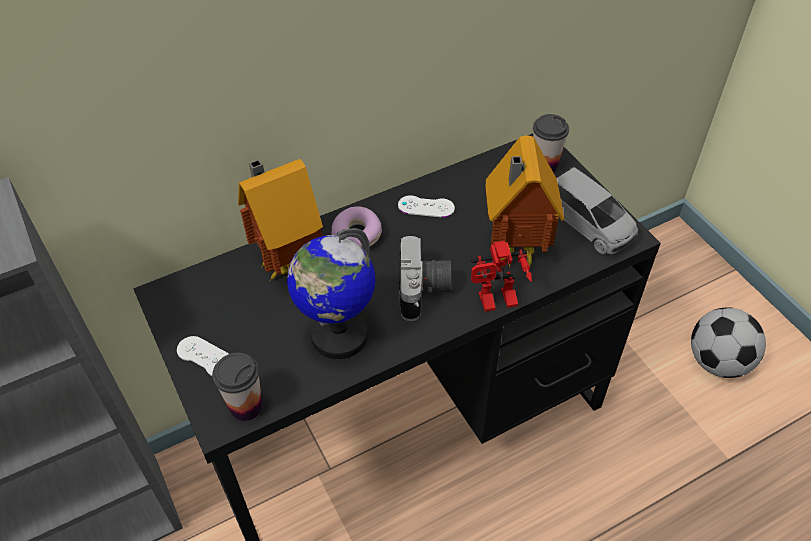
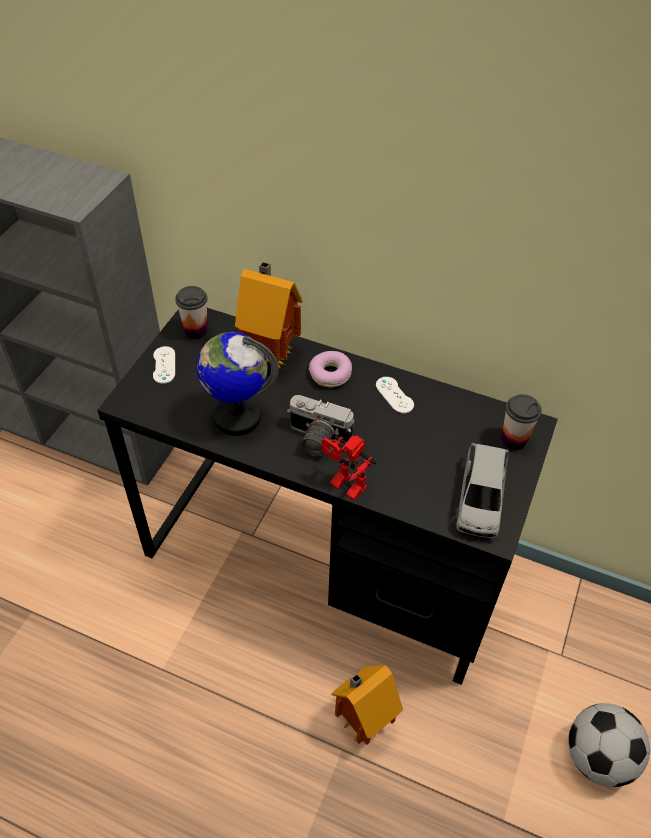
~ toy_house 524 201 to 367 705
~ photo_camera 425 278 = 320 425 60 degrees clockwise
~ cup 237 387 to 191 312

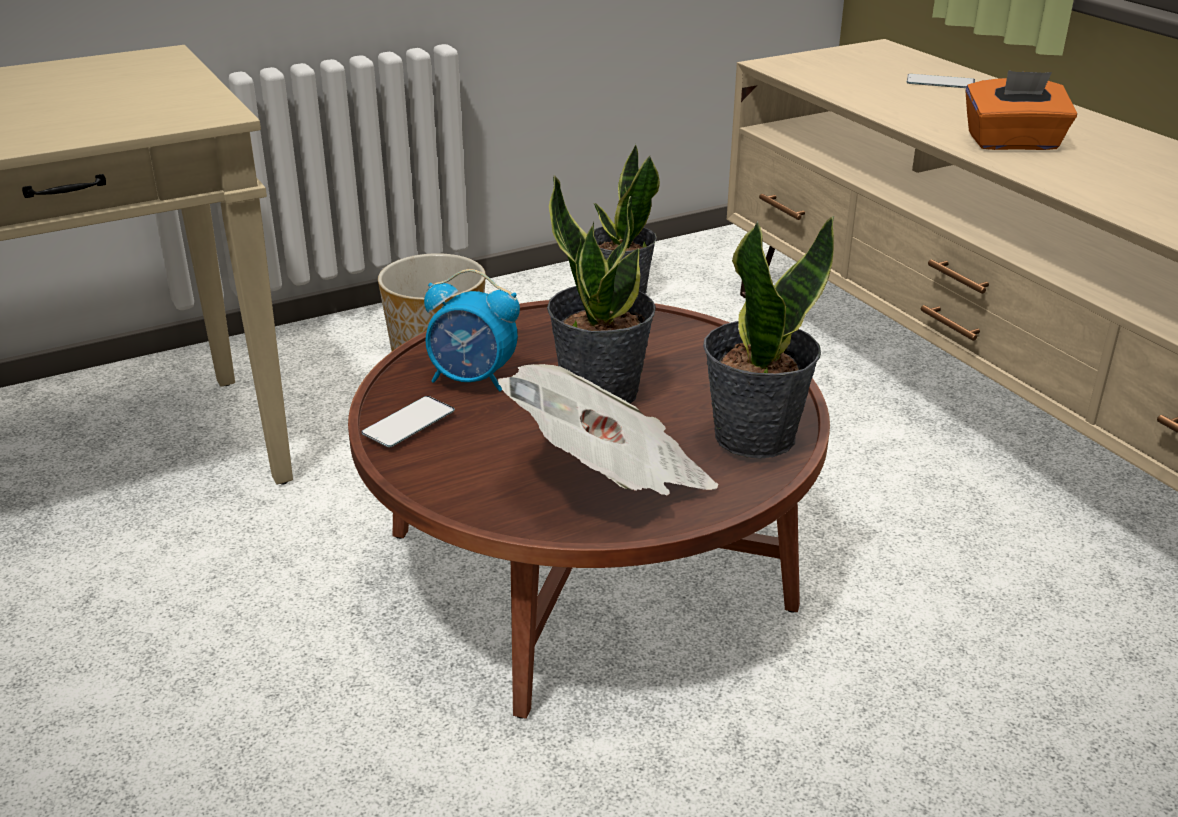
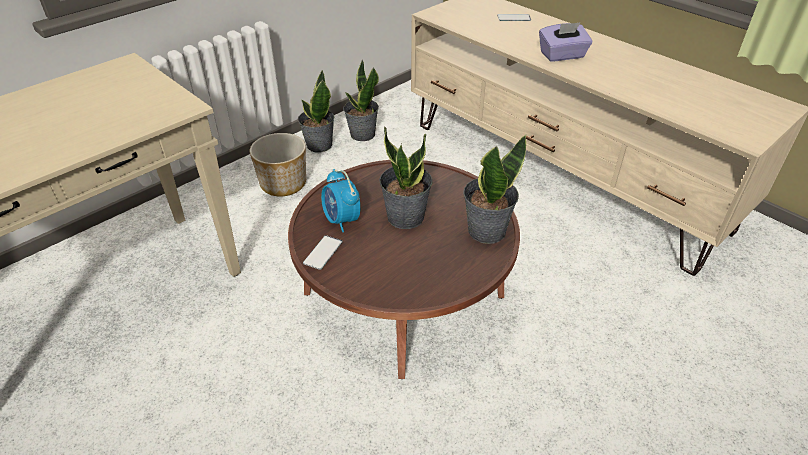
~ orange_tissue_box 1021 110 to purple_tissue_box 565 42
~ alarm_clock 472 330 = 341 200 60 degrees clockwise
- newspaper 608 429
+ potted_plant 316 111

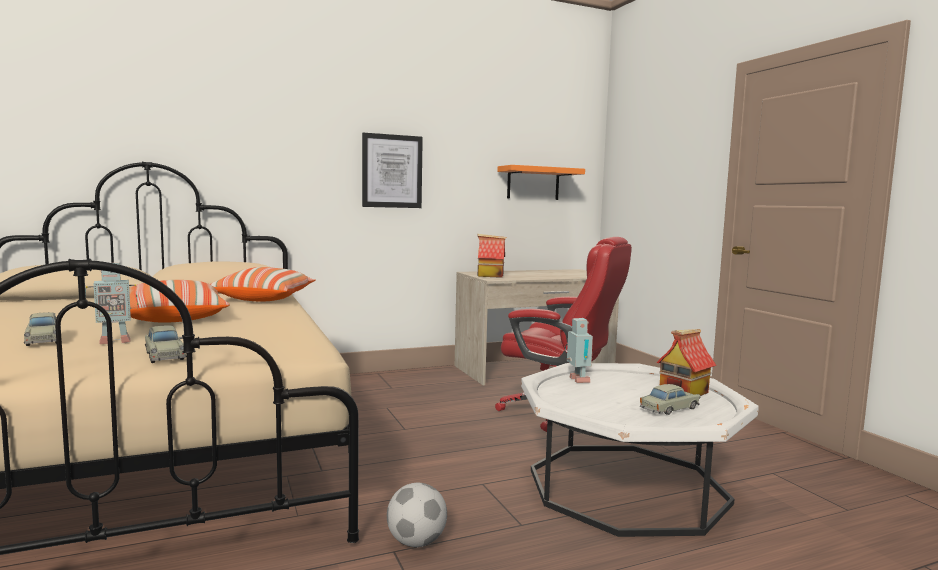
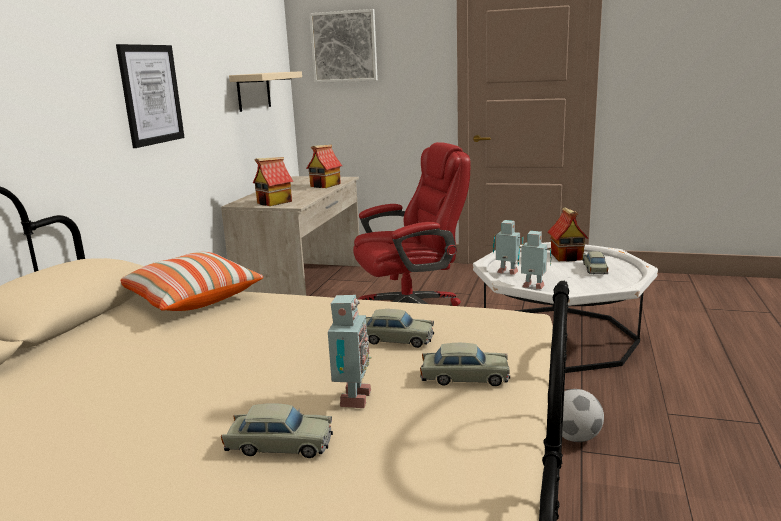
~ orange_shelf 541 182 to beige_shelf 265 91
- pillow 179 301
+ picture 343 46
+ toy_house 324 166
+ toy_robot 535 260
+ beige_toy_car 400 328

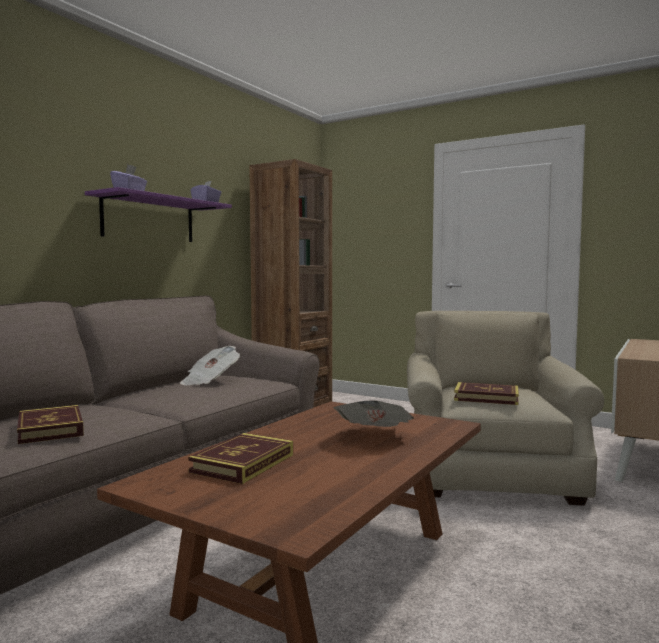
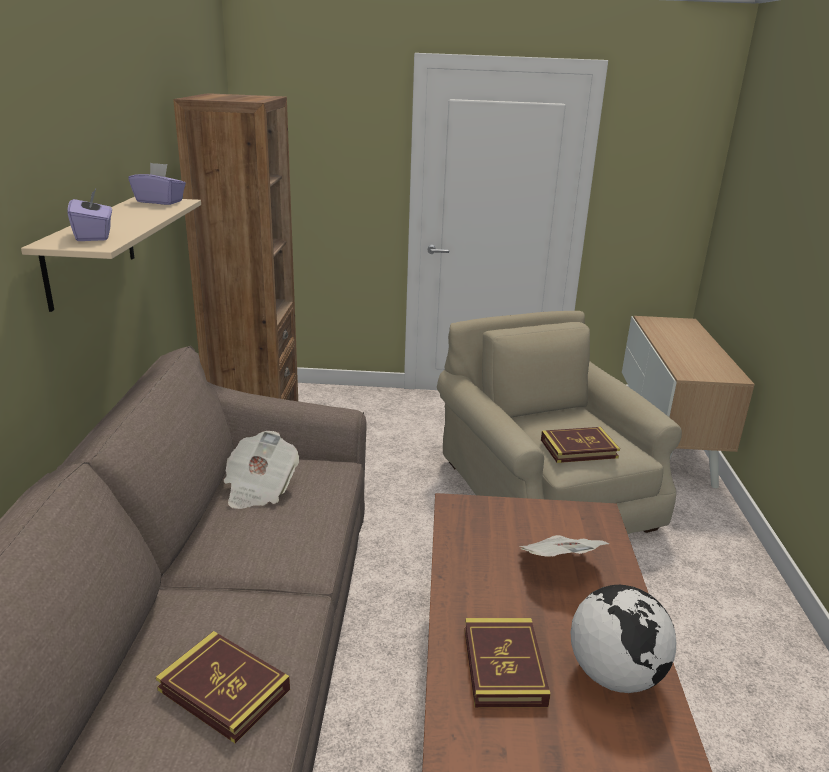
~ purple_shelf 158 214 to beige_shelf 111 254
+ globe 623 639

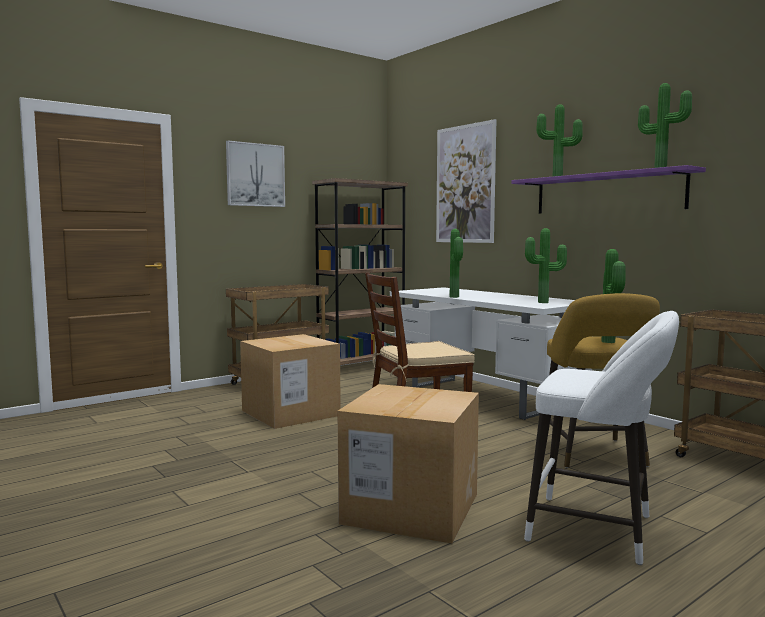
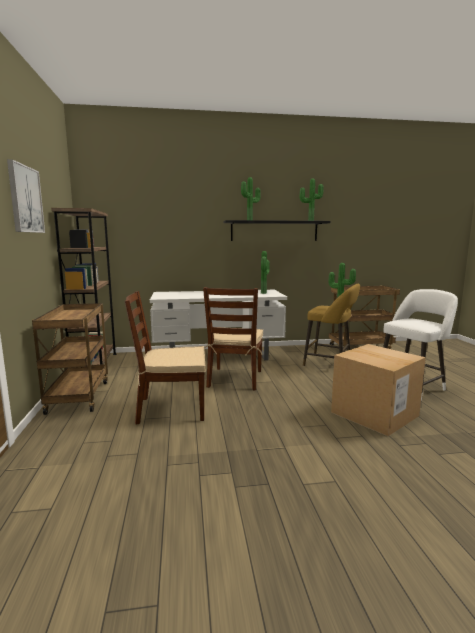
- picture 466 181
~ purple_shelf 608 189 to black_shelf 277 230
- potted_plant 456 263
~ cardboard_box 290 381 to brown_chair 165 358

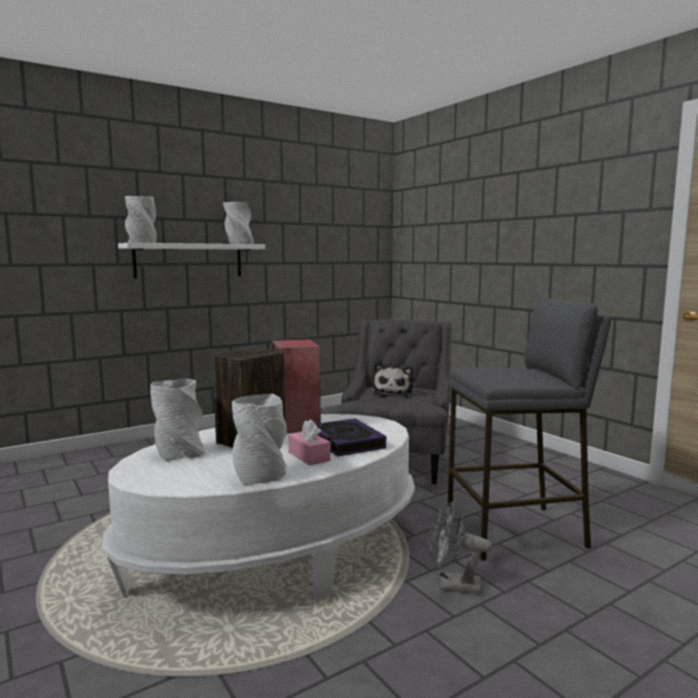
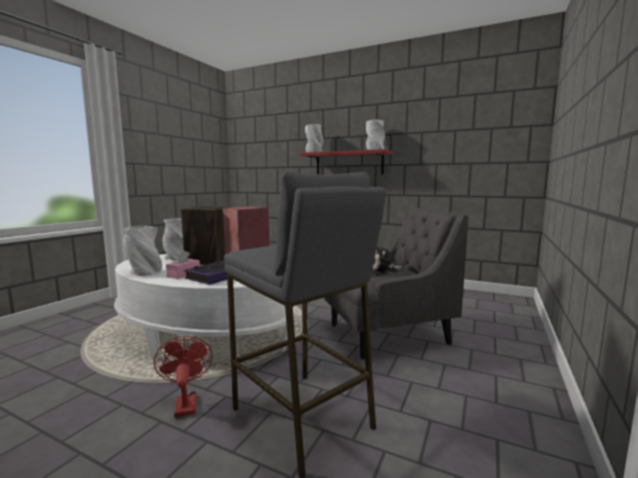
~ white_shelf 191 261 to red_shelf 346 161
~ grey_fan 460 547 to red_fan 183 377

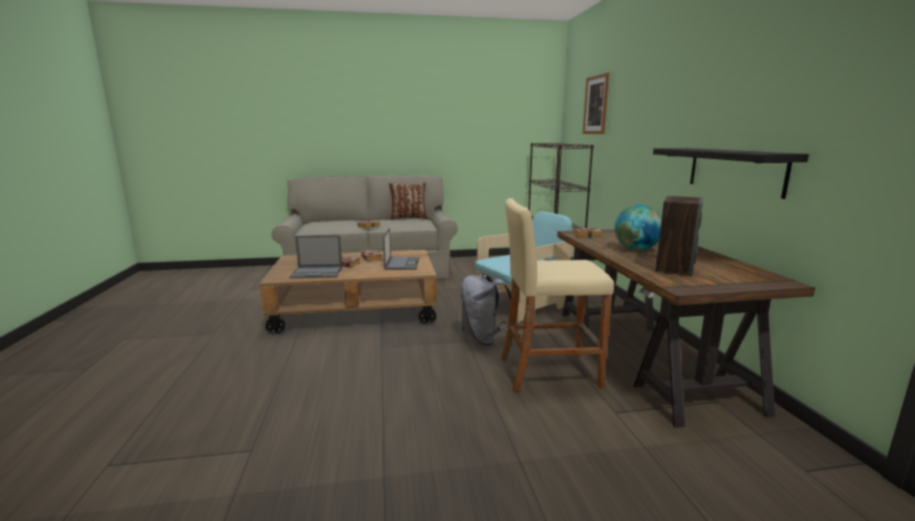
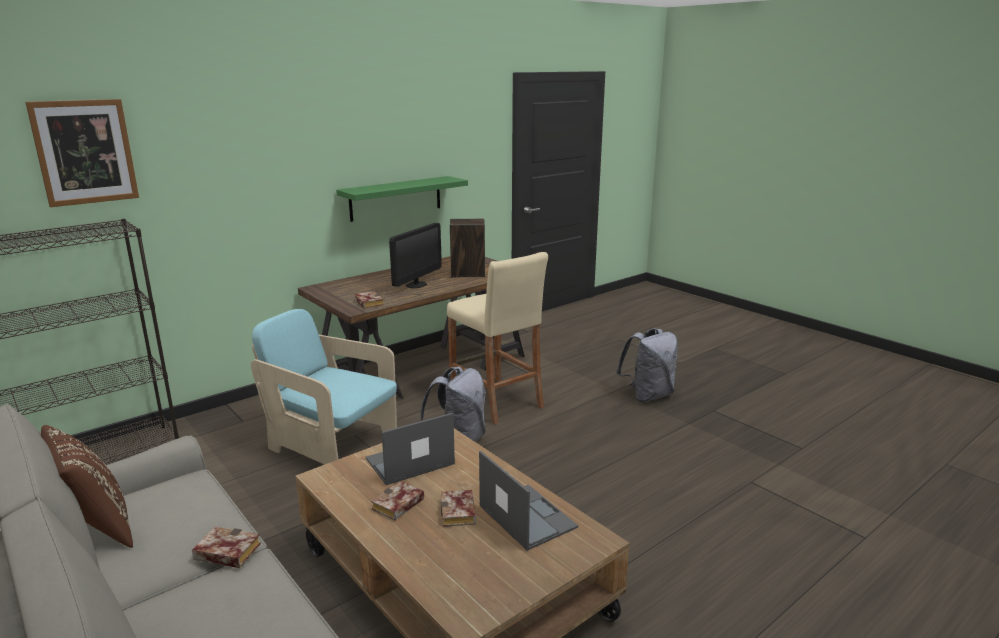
~ black_shelf 731 173 to green_shelf 402 199
~ globe 638 228 to monitor 415 255
+ grey_backpack 647 365

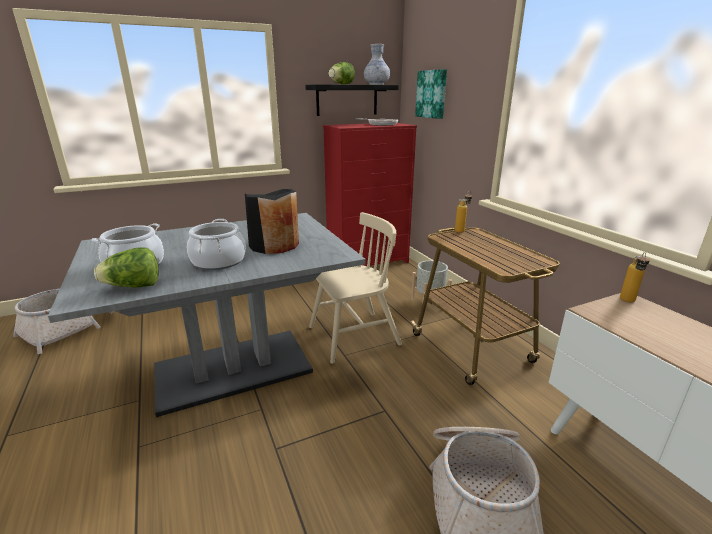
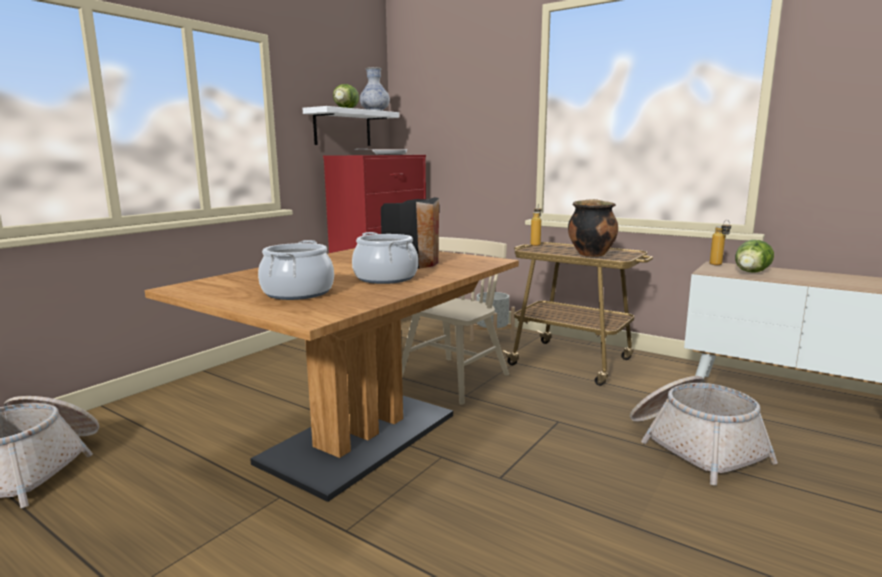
- picture 431 94
~ black_shelf 352 100 to white_shelf 351 126
~ grey_dining_table 207 315 to brown_dining_table 332 375
~ lettuce 126 267 to 754 256
+ cooking_pot 593 228

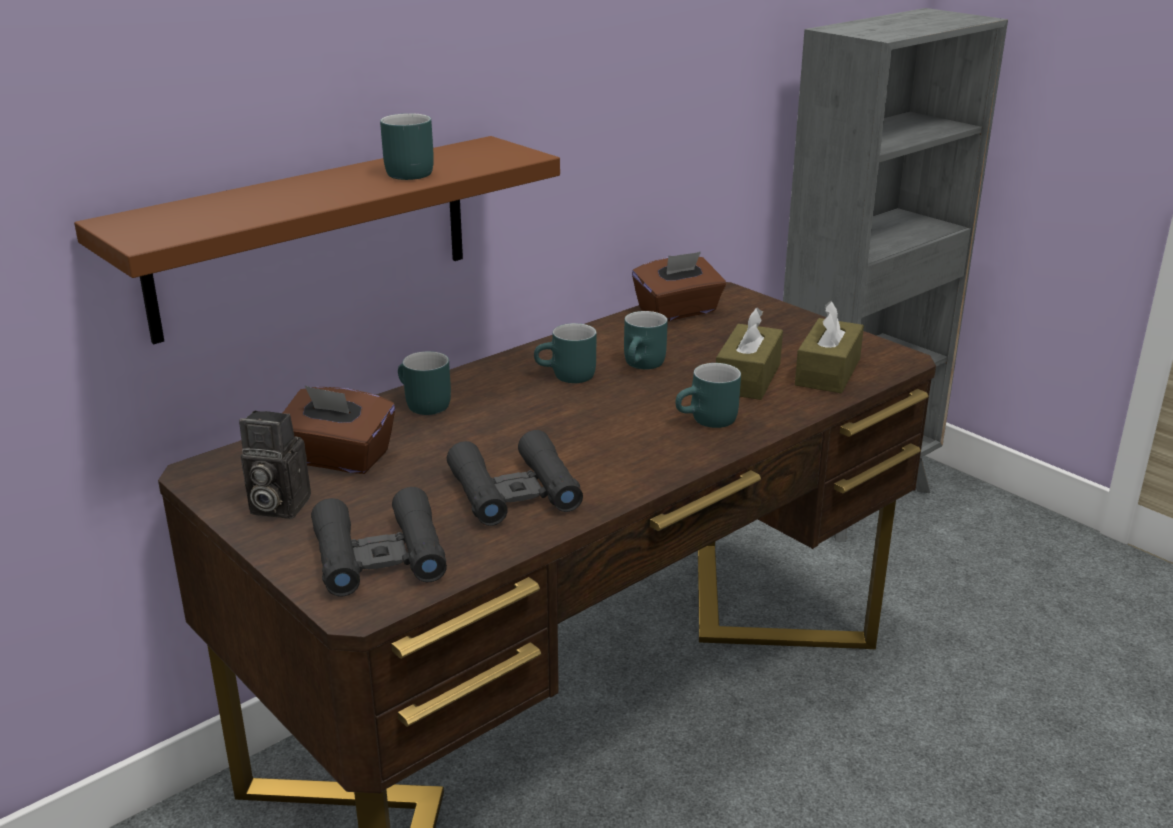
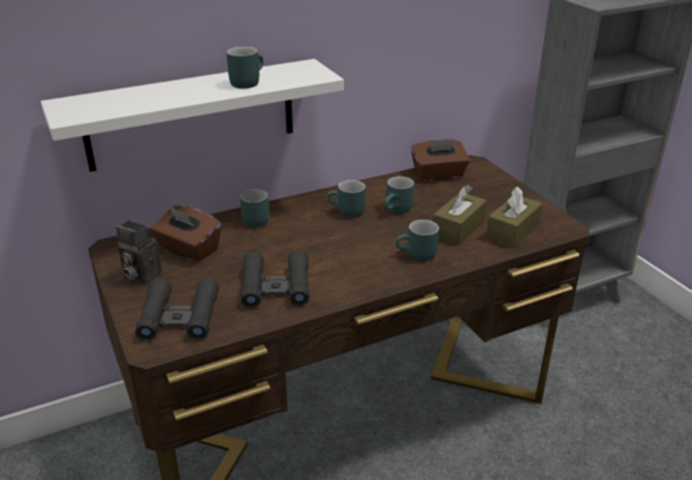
~ brown_shelf 317 240 to white_shelf 192 115

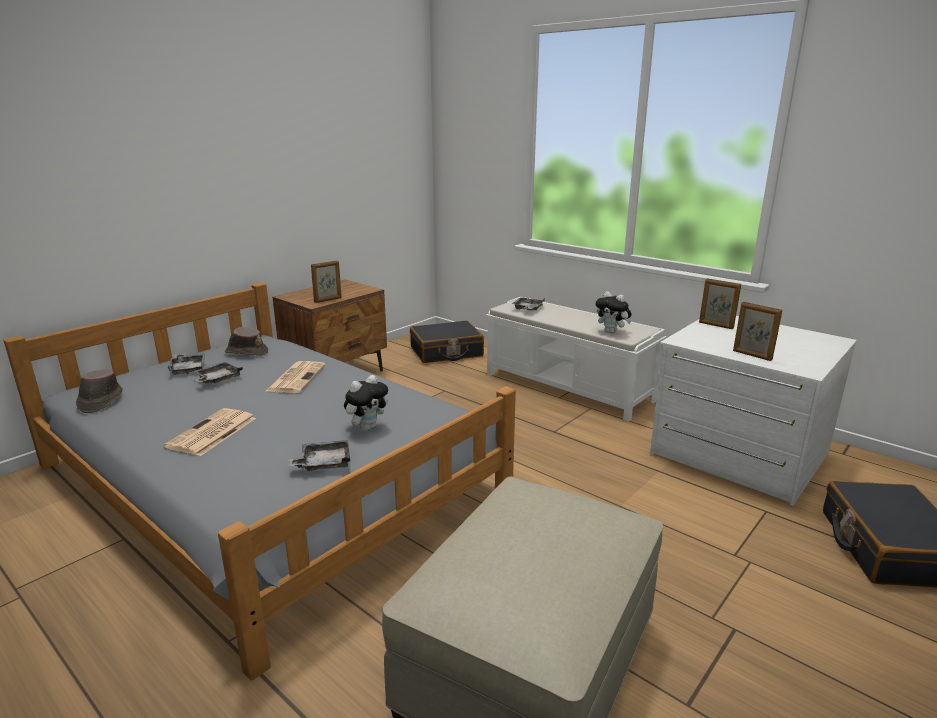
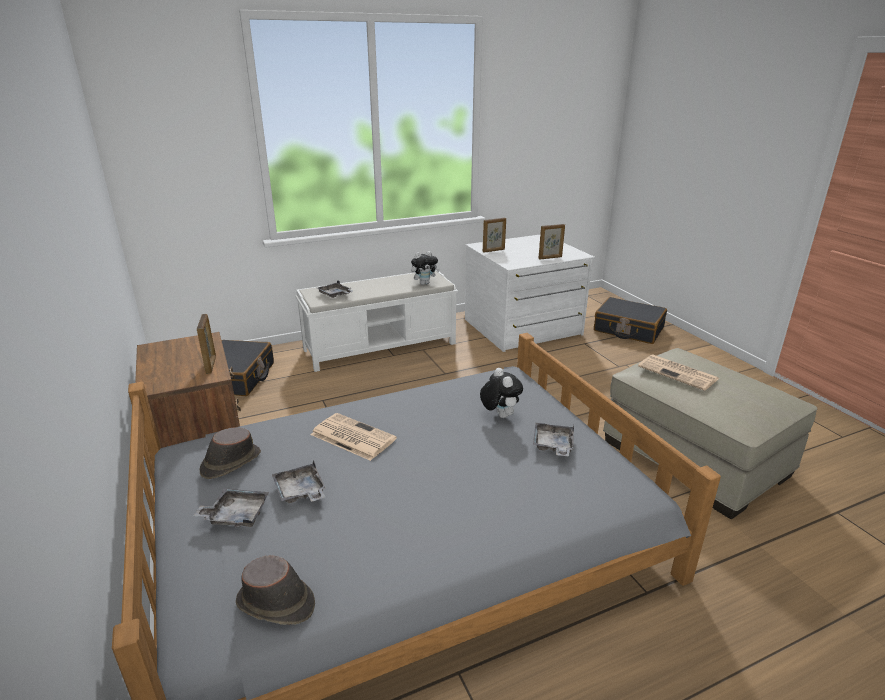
~ newspaper 210 432 to 678 373

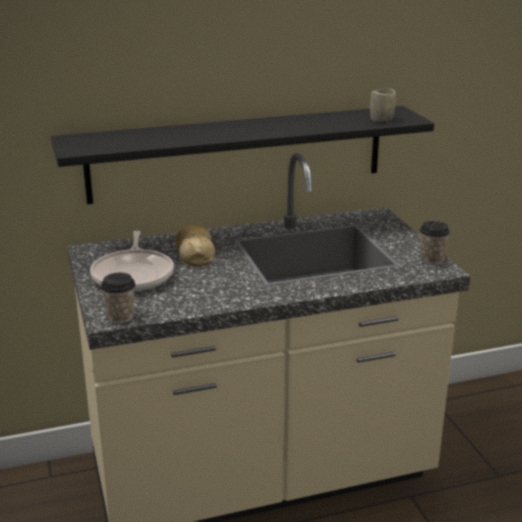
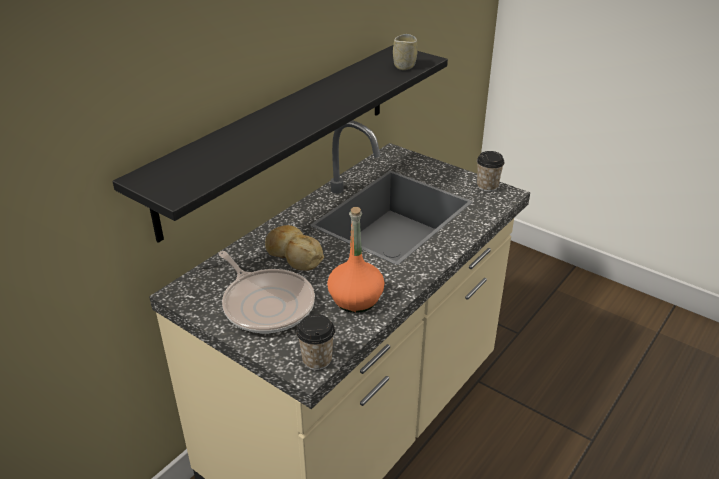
+ orange_bottle 356 260

